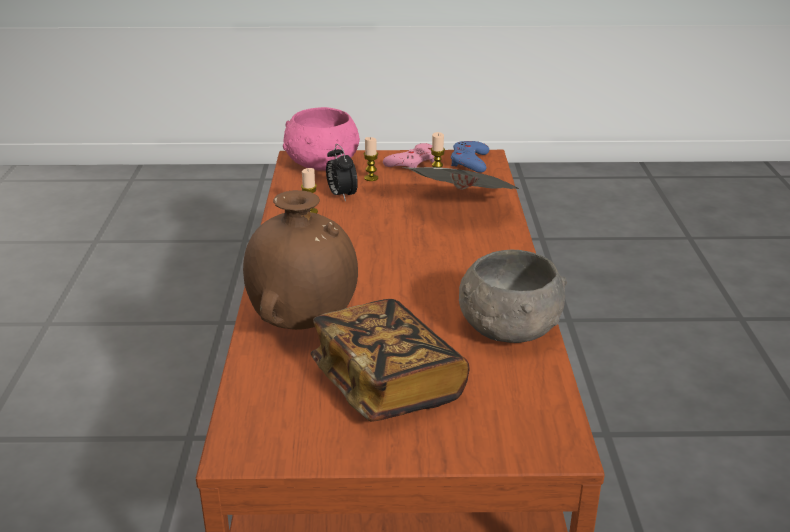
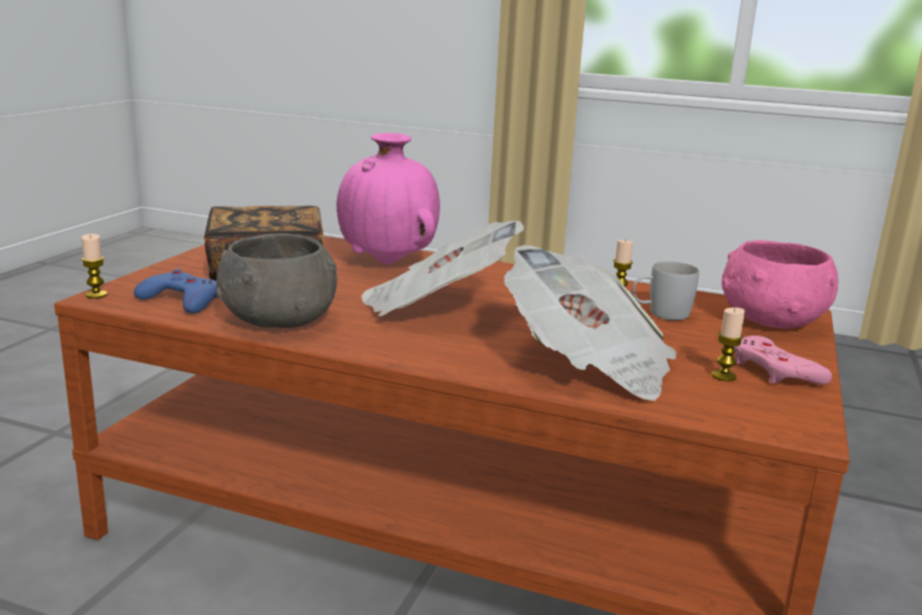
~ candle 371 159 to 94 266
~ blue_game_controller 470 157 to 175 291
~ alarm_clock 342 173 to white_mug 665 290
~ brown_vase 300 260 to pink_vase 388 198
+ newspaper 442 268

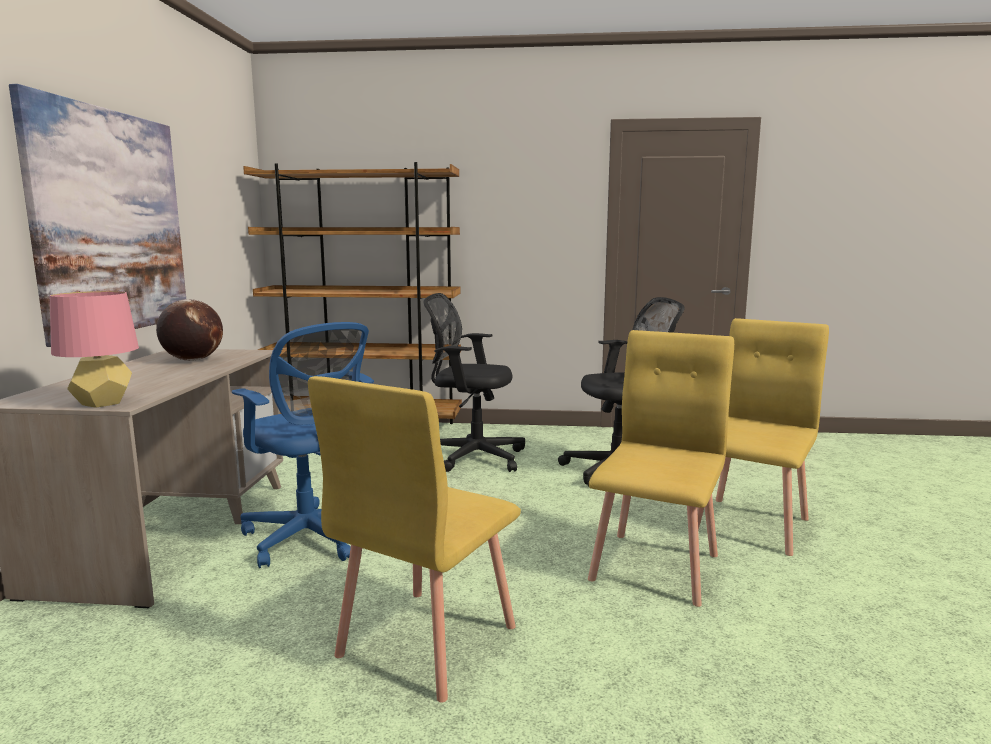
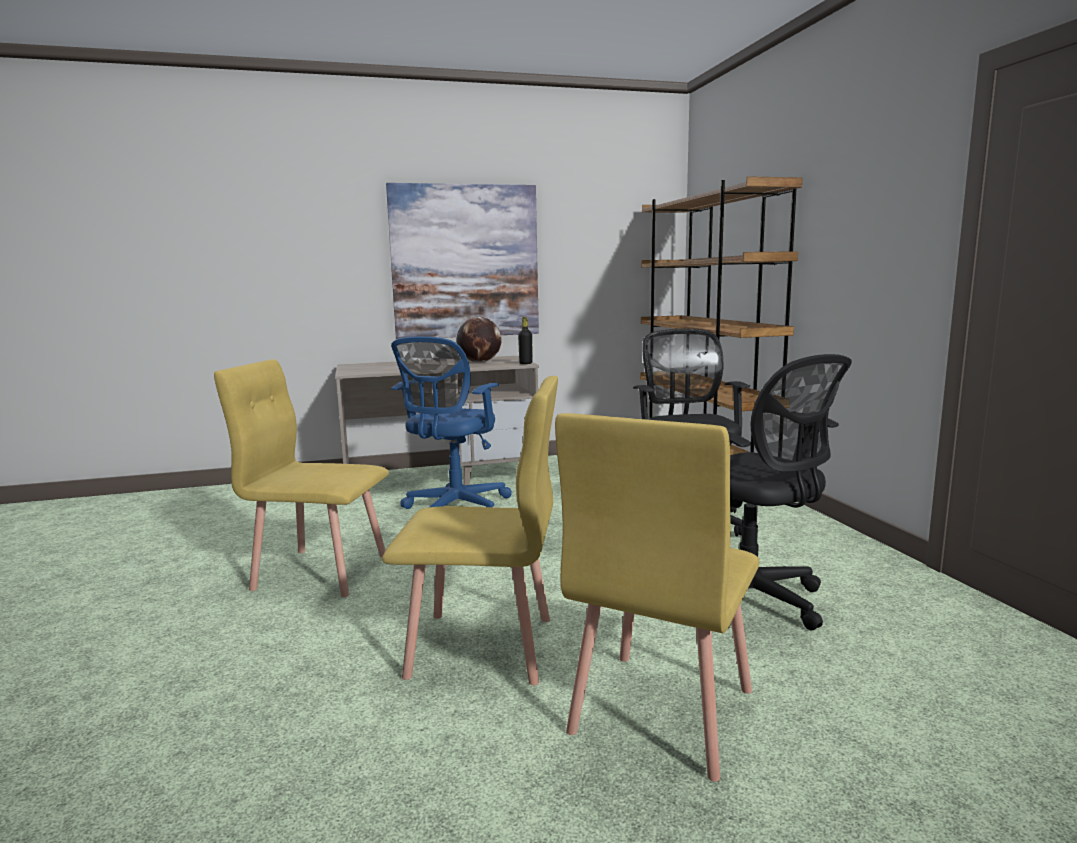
- pink_table_lamp 94 349
~ yellow_chair 763 437 = 657 597 105 degrees clockwise
+ black_bottle 525 340

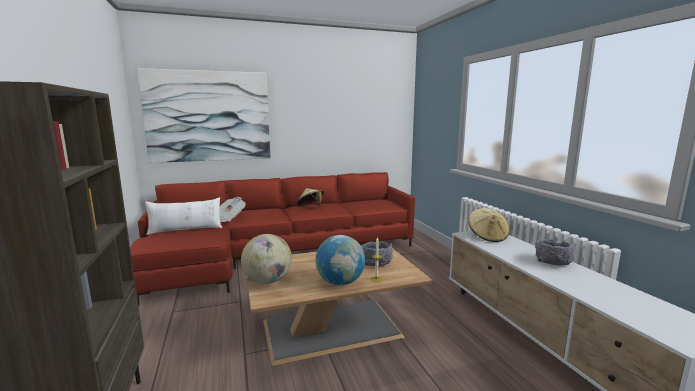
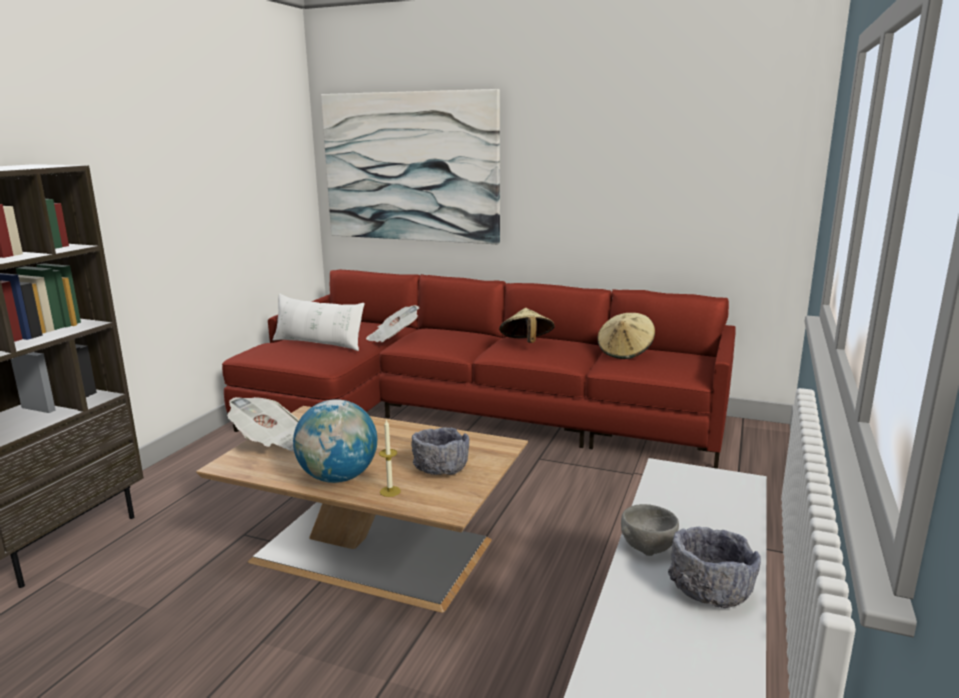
~ beige_hat 489 225 to 626 336
~ globe 266 259 to newspaper 263 424
+ grey_bowl 650 530

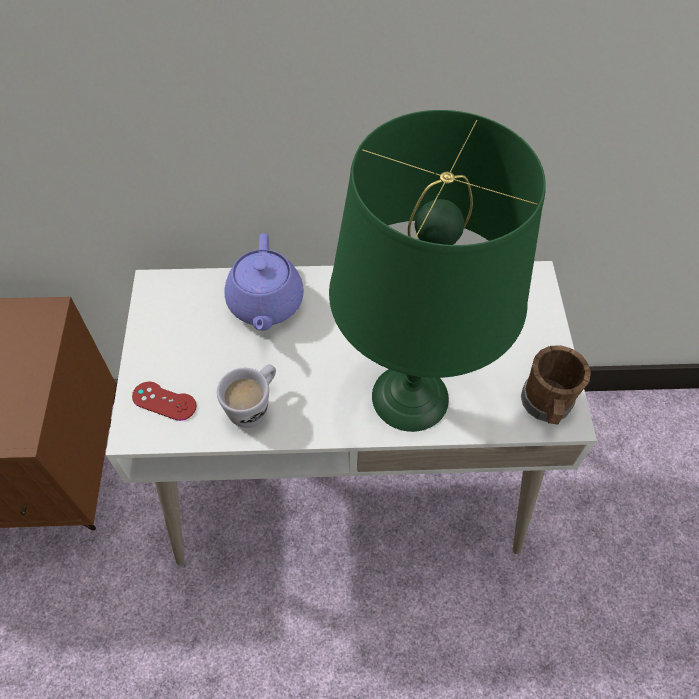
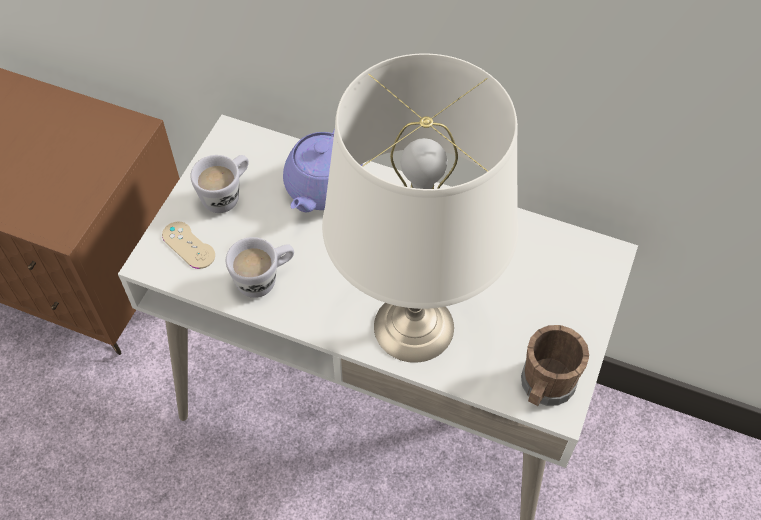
~ green_table_lamp 437 271 to white_table_lamp 420 208
~ red_game_controller 164 401 to beige_game_controller 188 245
+ white_mug 219 184

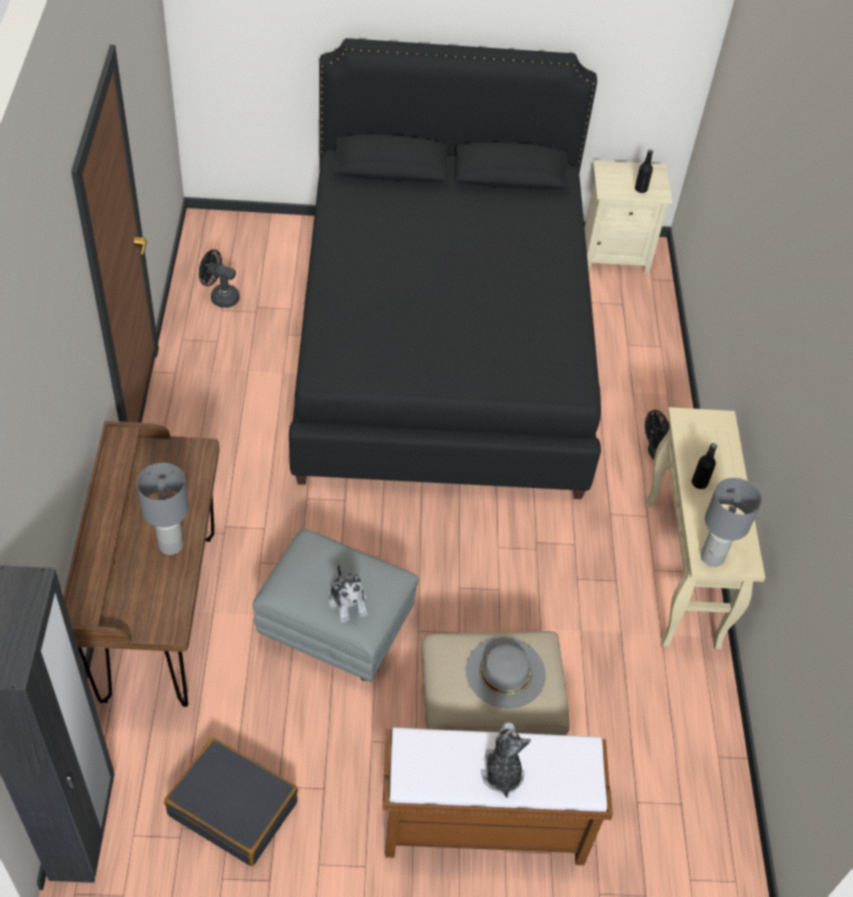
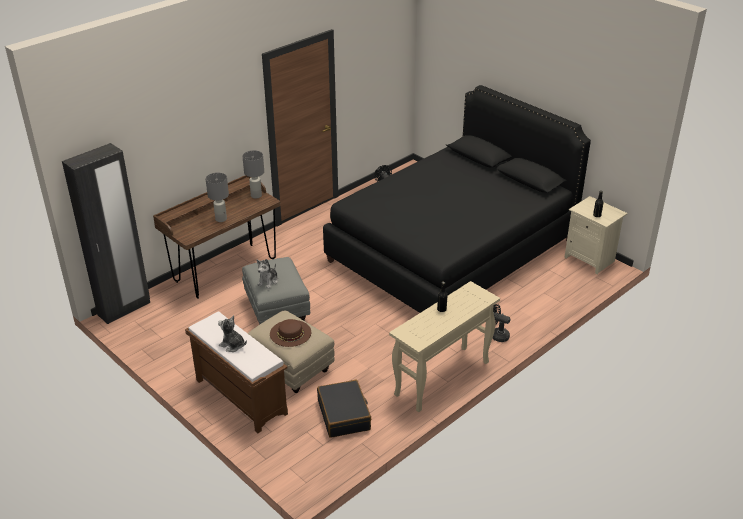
~ grey_table_lamp 731 522 to 253 174
~ grey_hat 506 672 to brown_hat 290 333
~ plush_toy 506 760 = 232 333 105 degrees counterclockwise
~ black_suitcase 231 802 to 344 409

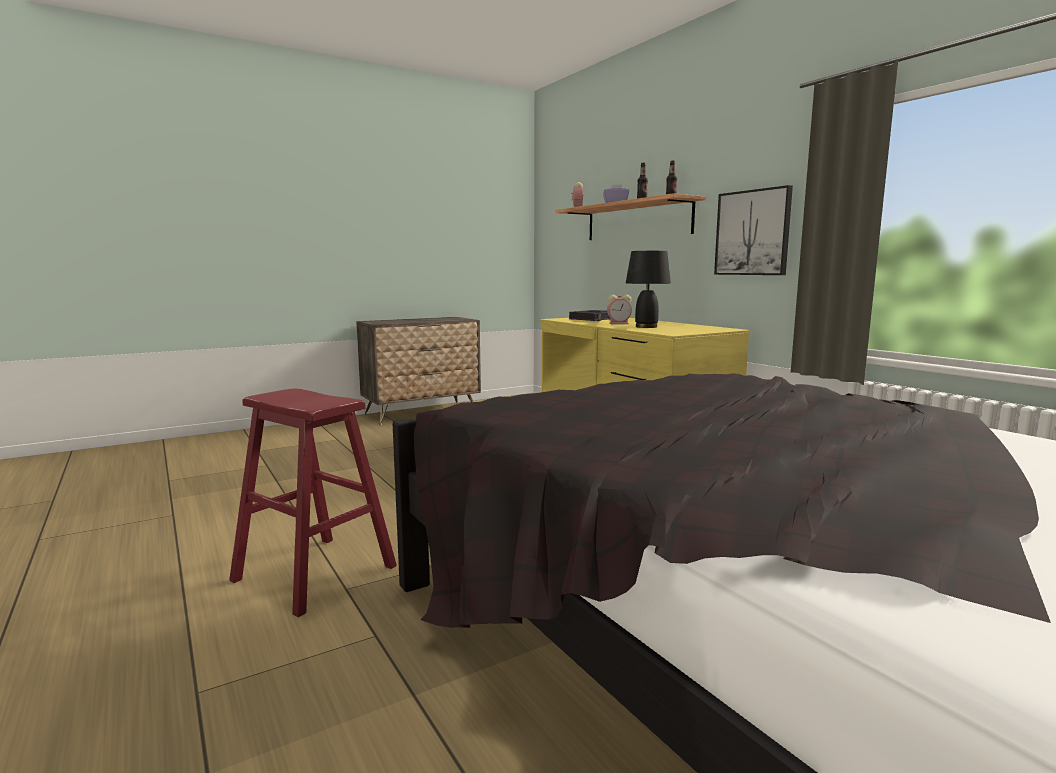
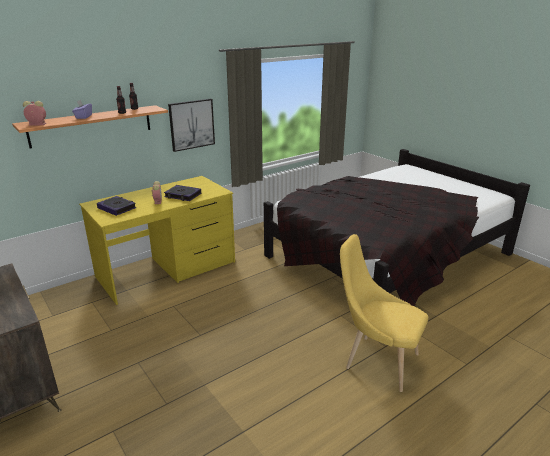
~ black_table_lamp 648 289 to book 182 193
~ red_stool 313 502 to yellow_chair 384 313

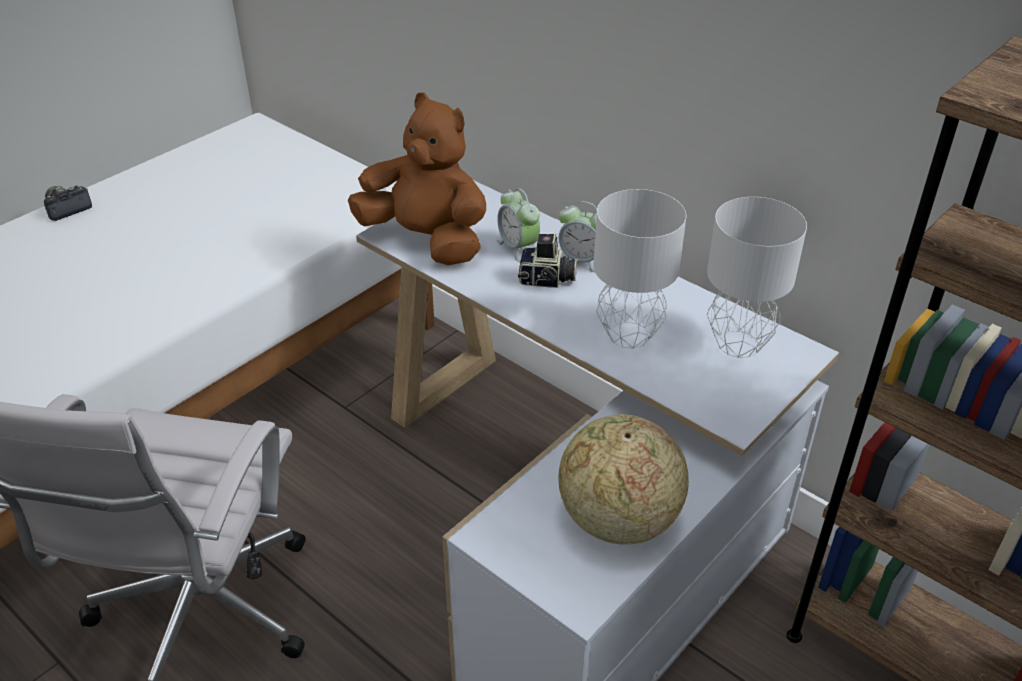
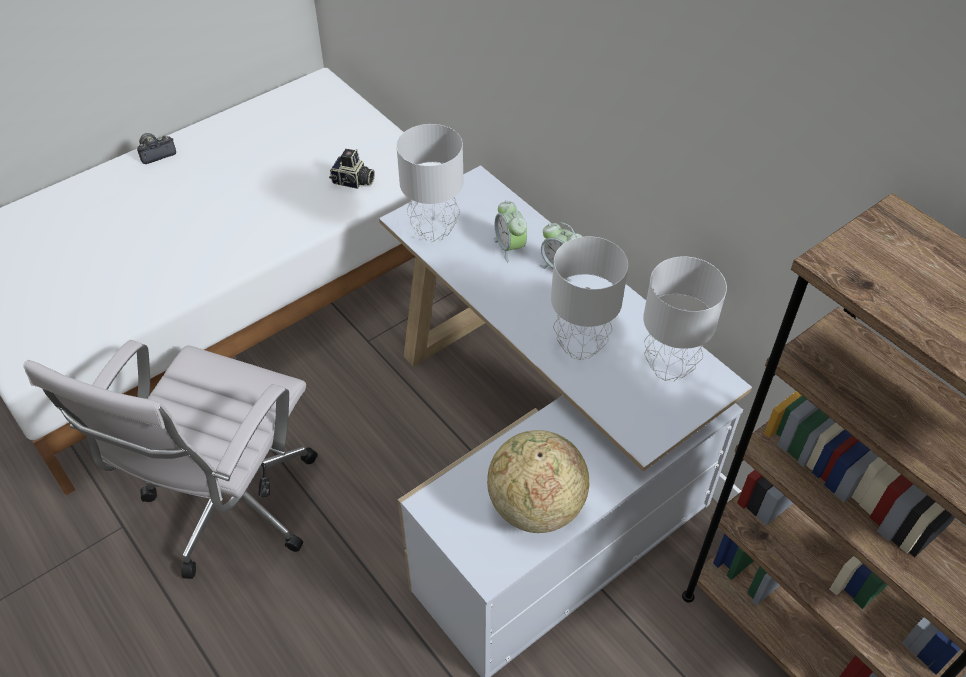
~ brown_plush_toy 417 178 to grey_table_lamp 430 183
~ photo_camera 547 260 to 352 169

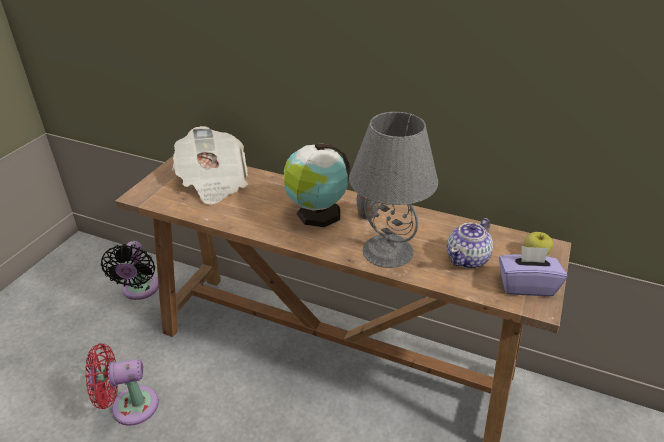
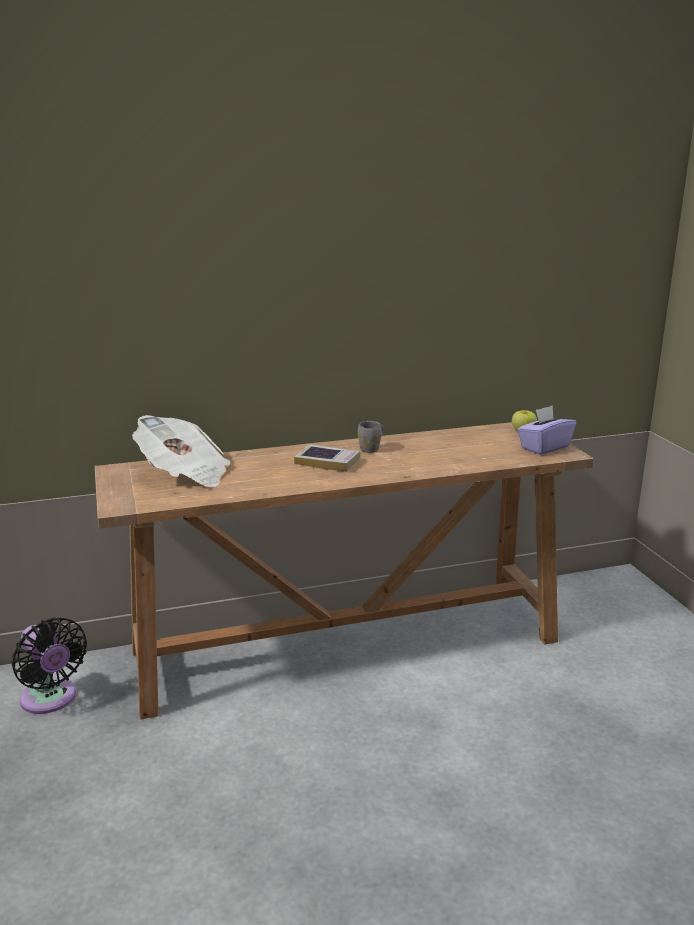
- grey_table_lamp 393 190
~ globe 317 185 to book 327 458
- teapot 470 243
- red_fan 122 384

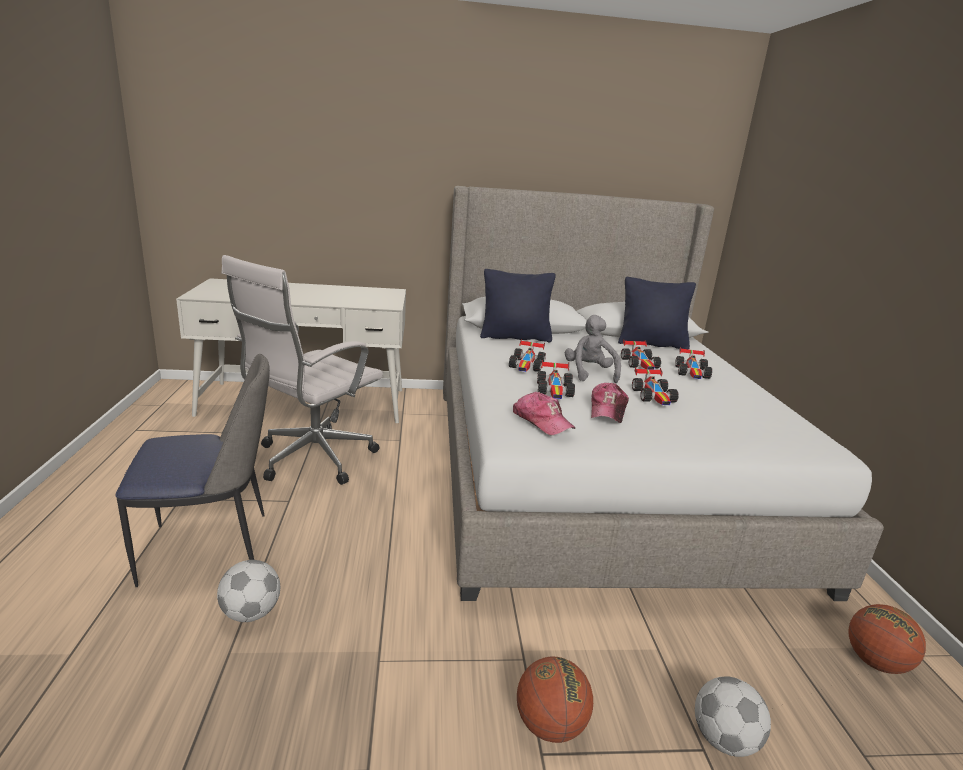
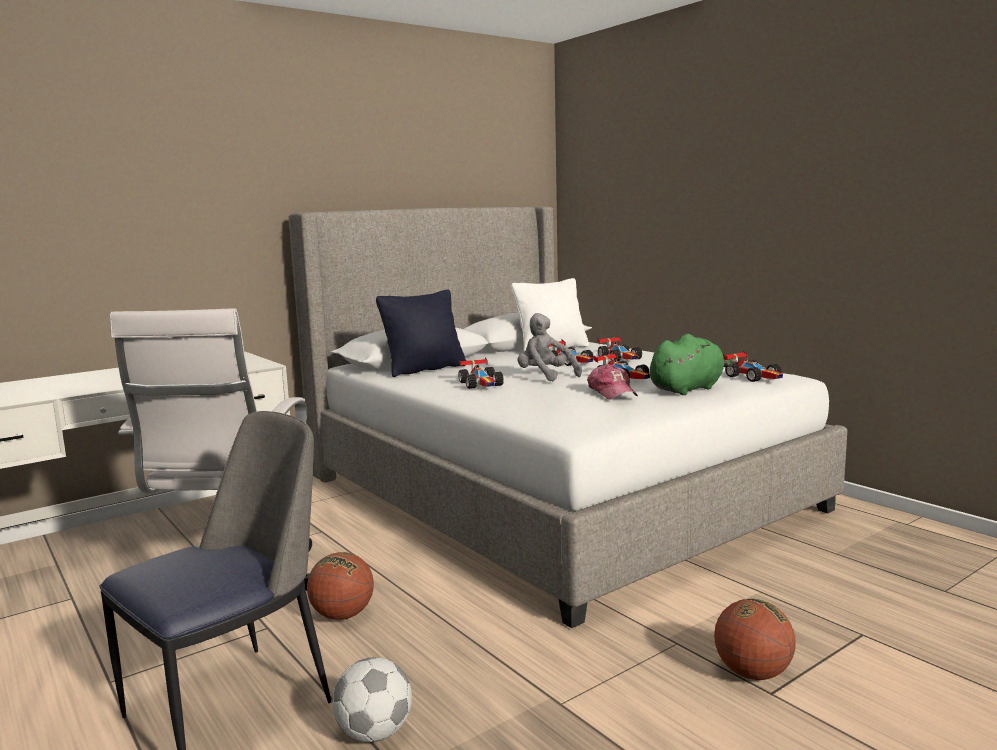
~ black_pillow 657 313 to white_pillow 550 315
~ toy_car 556 379 to 753 366
- cap 544 413
~ basketball 887 639 to 340 586
- football 733 716
+ green_plush_toy 693 364

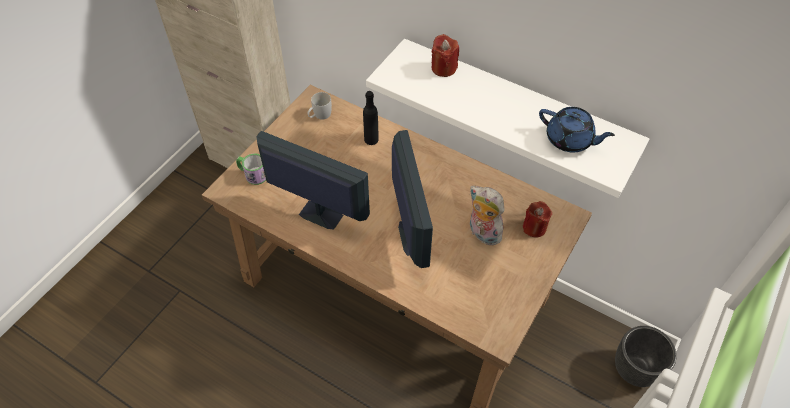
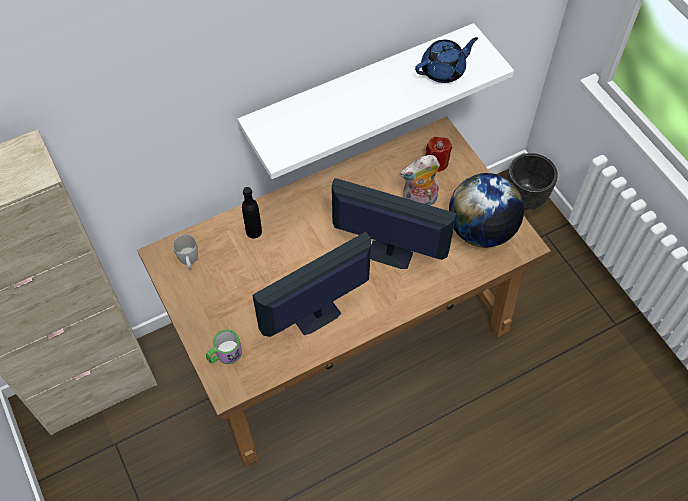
- red_candle 445 55
+ globe 486 210

